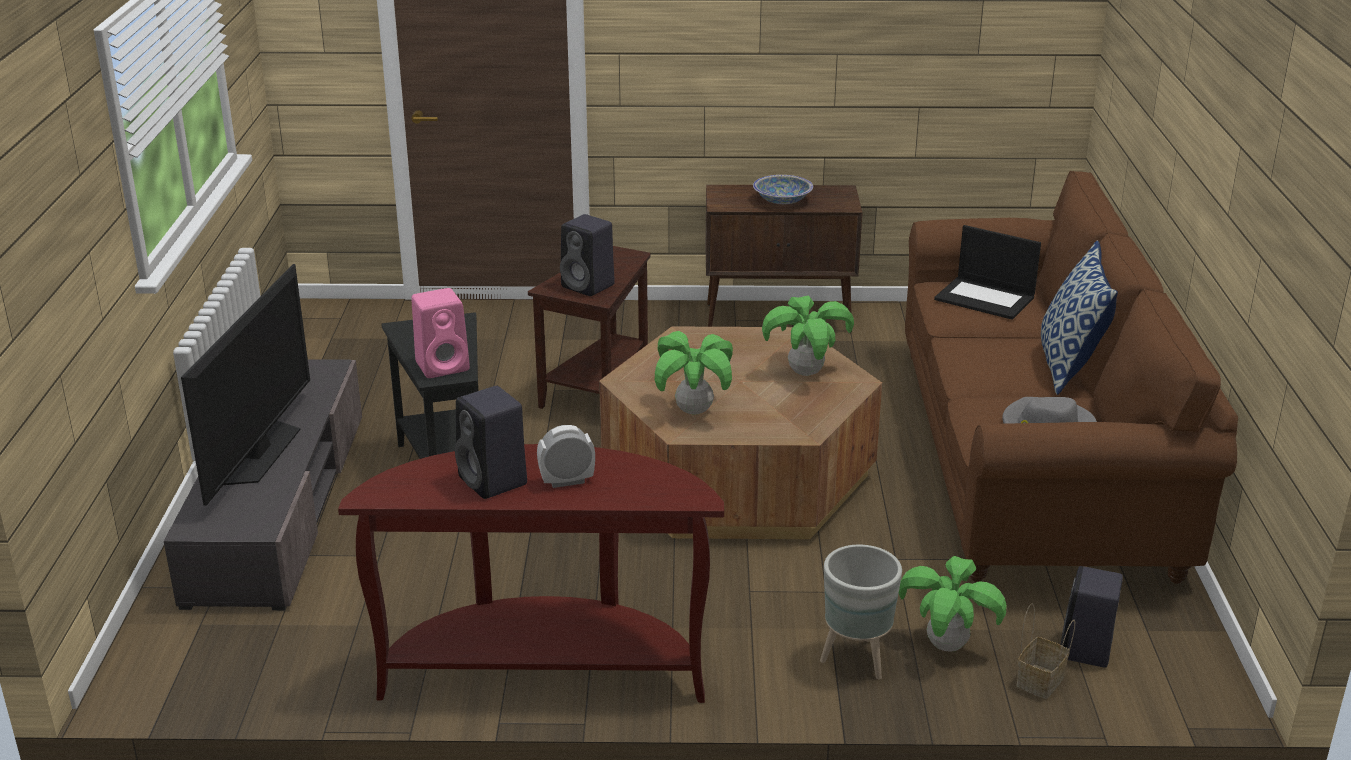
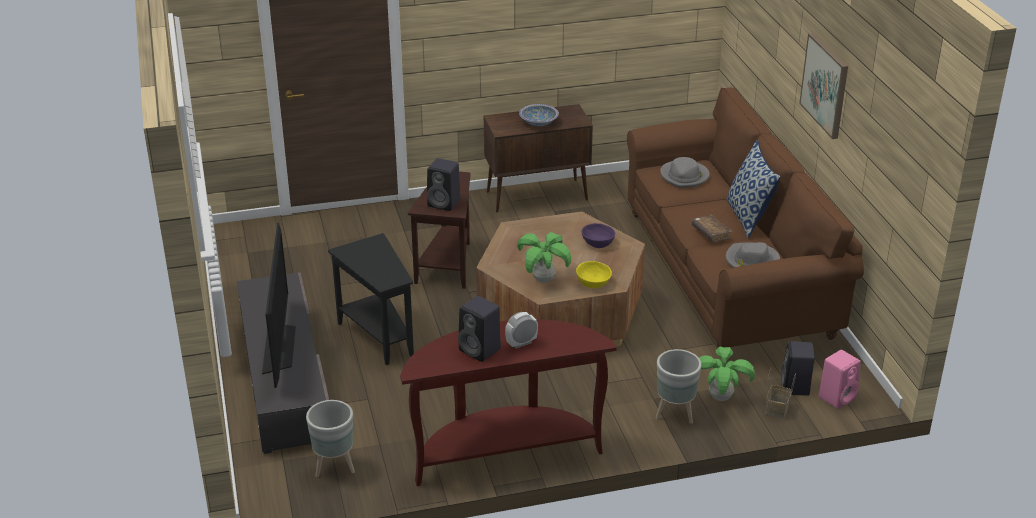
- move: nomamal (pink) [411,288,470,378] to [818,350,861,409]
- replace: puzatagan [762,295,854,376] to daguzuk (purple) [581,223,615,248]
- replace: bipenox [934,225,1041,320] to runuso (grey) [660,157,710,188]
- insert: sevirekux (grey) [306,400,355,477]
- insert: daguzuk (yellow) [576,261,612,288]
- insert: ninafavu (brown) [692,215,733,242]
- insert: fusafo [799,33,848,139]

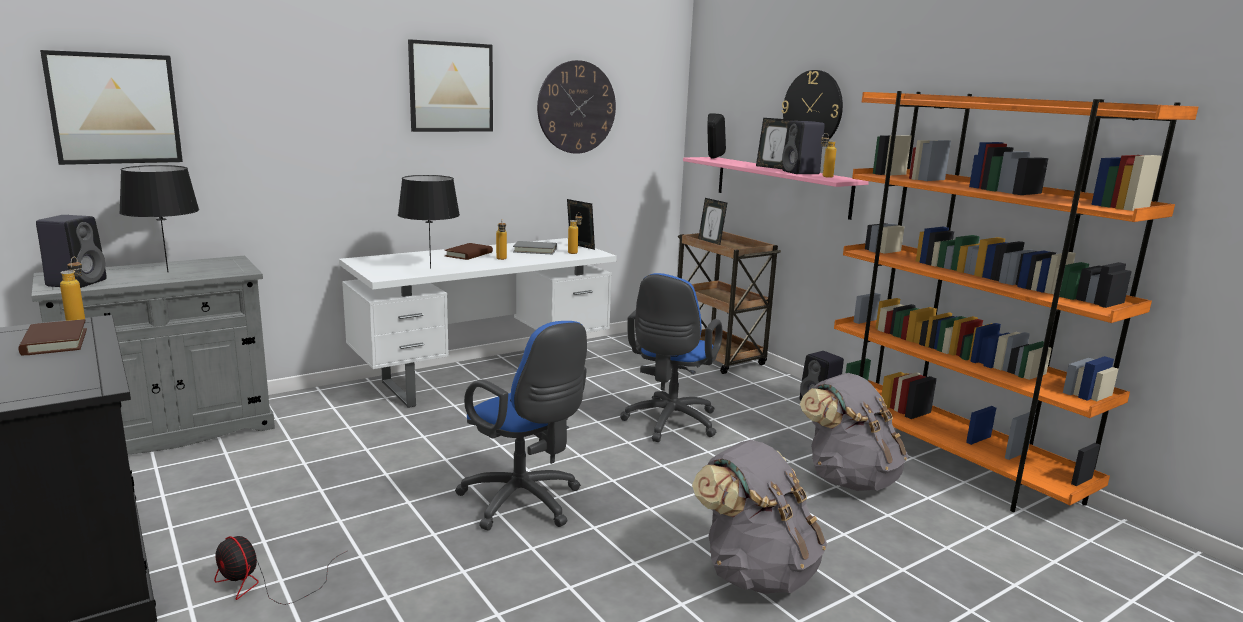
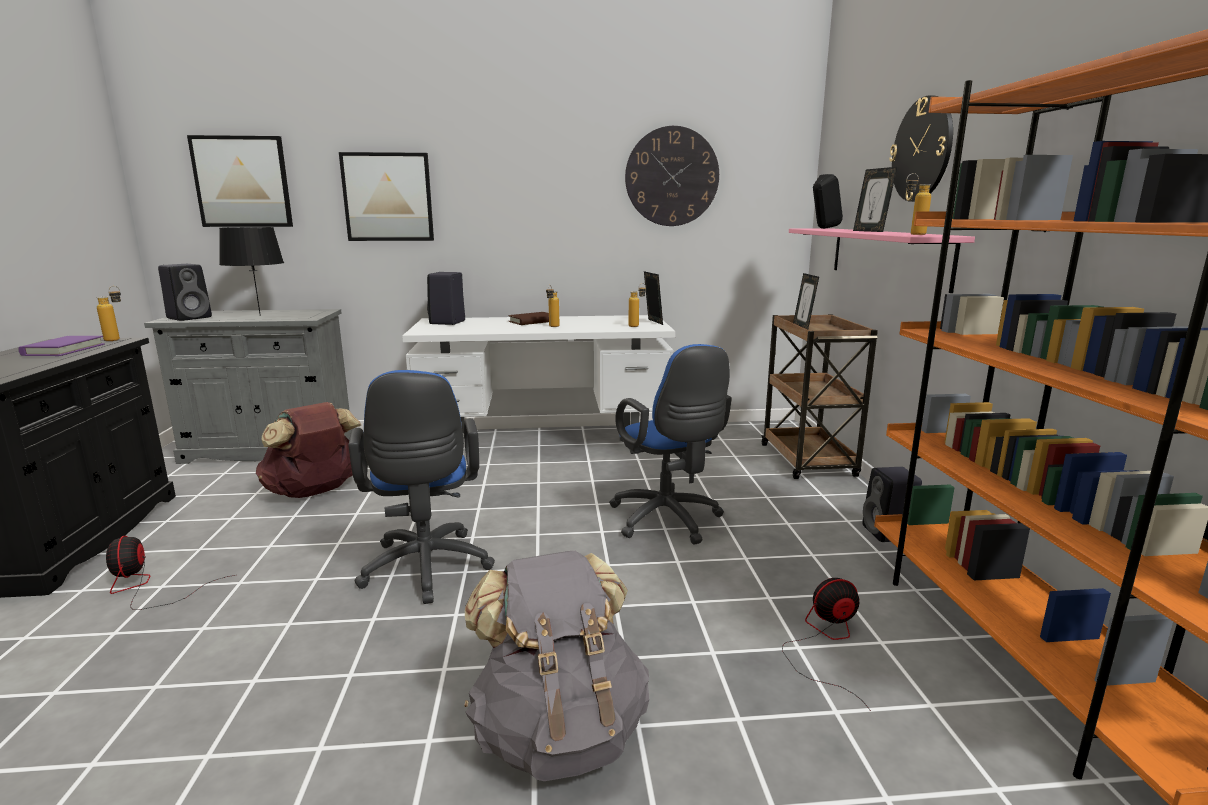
- recolor: ninafavu (brown) [18,319,87,356] to ninafavu (purple) [19,336,105,356]
- delete: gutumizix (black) [398,175,460,268]
- move: fusafo [408,39,493,132] to [339,152,434,241]
- delete: ninafavu (grey) [513,241,557,254]
- rotate: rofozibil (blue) [620,273,722,442] = [609,344,732,545] 75 degrees counterclockwise
- move: nomamal (black) [782,121,825,174] to [427,272,465,325]
- replace: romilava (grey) [800,373,908,491] to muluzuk [782,578,871,711]
- insert: romilava (brown) [256,402,361,498]

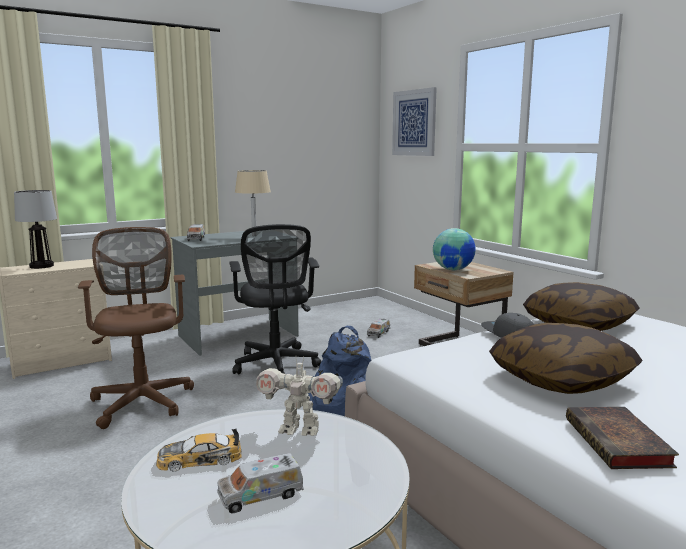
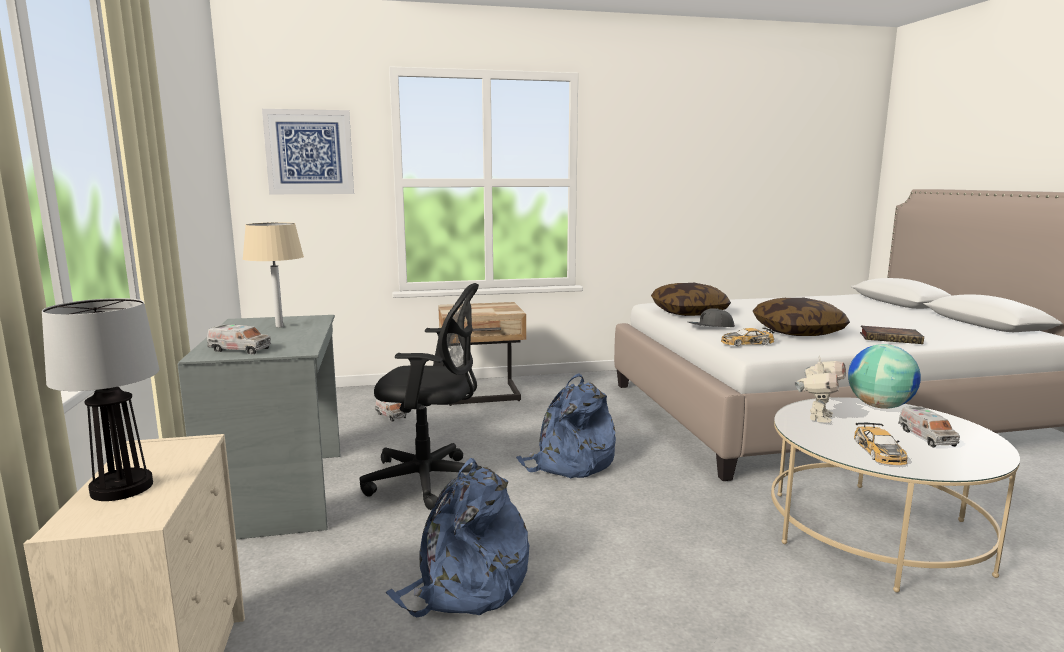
- replace: rofozibil (brown) [78,227,194,429] to romilava (blue) [386,458,529,617]
- move: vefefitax [433,228,476,270] to [848,344,921,409]
- insert: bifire [721,328,774,346]

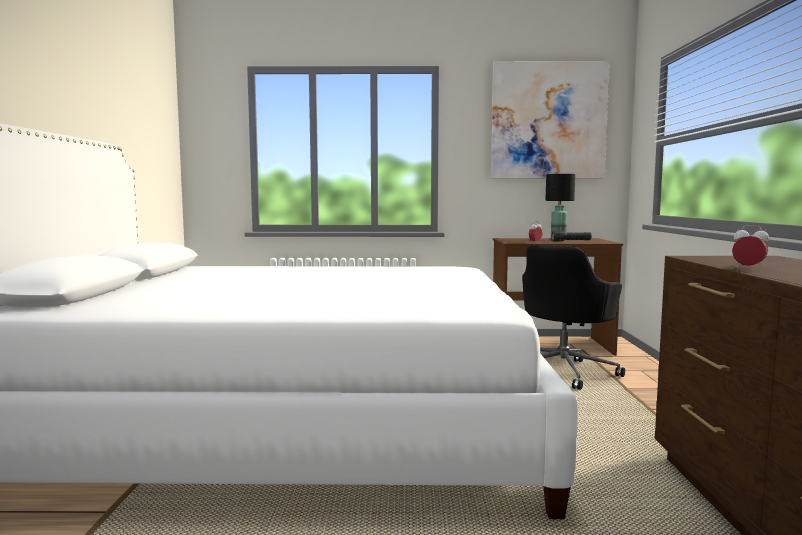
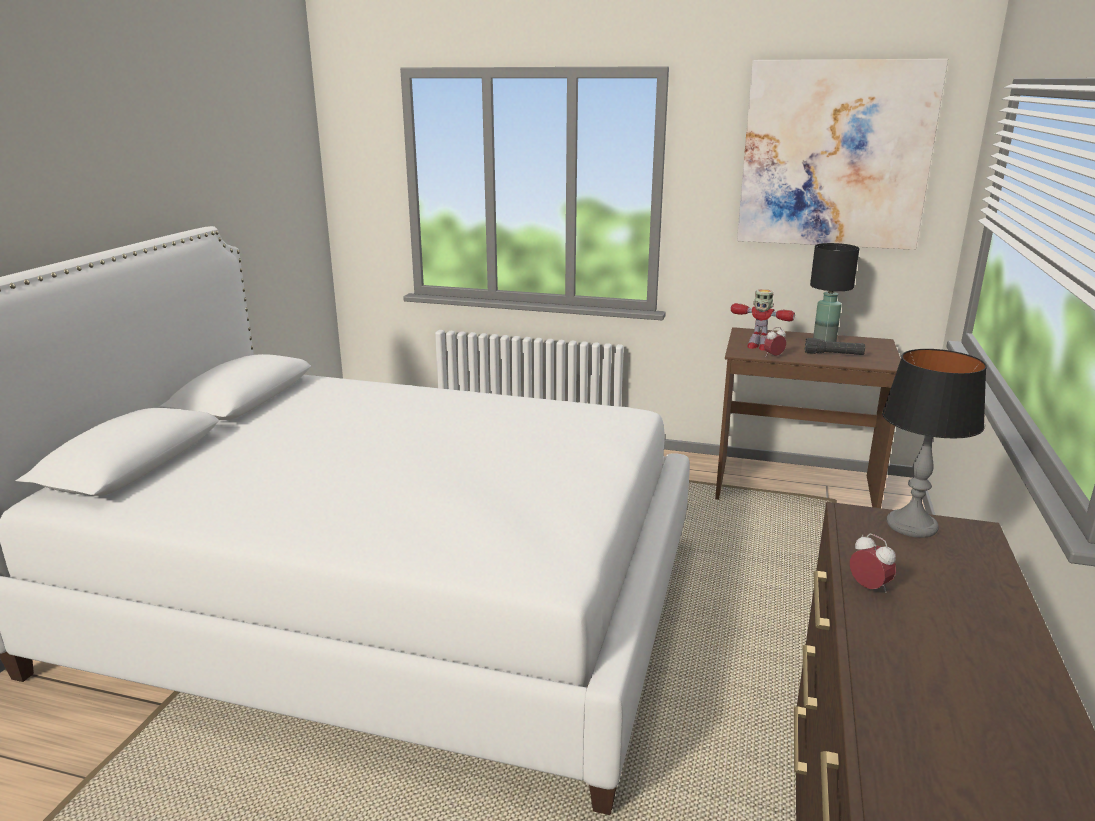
- delete: rofozibil (black) [522,244,625,390]
- insert: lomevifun [731,289,795,351]
- insert: gutumizix [882,349,987,538]

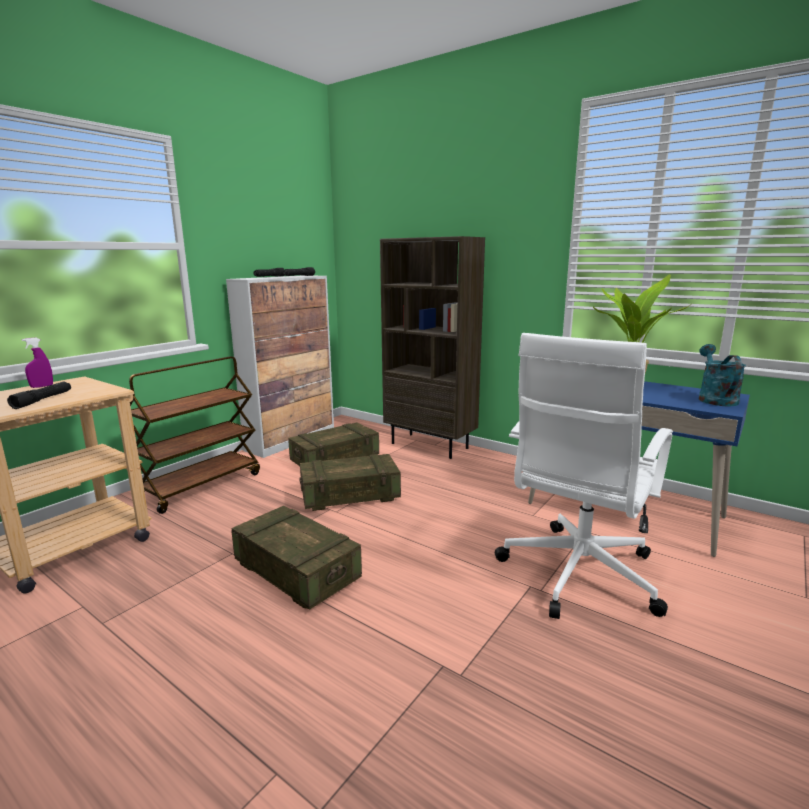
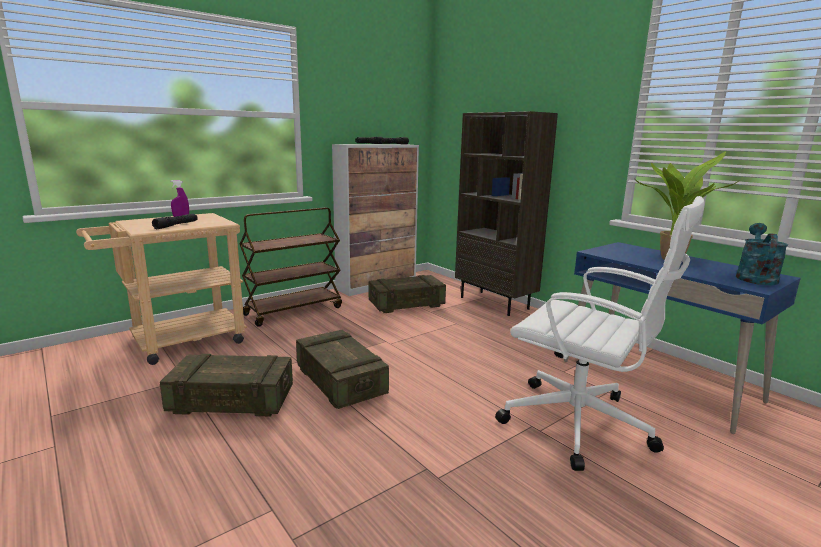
- move: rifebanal [299,454,401,511] to [160,354,293,417]
- rotate: rofozibil (white) [495,333,673,619] = [495,196,705,471] 105 degrees counterclockwise

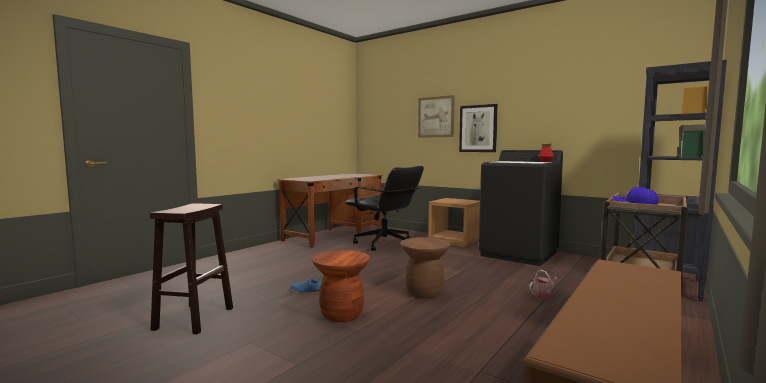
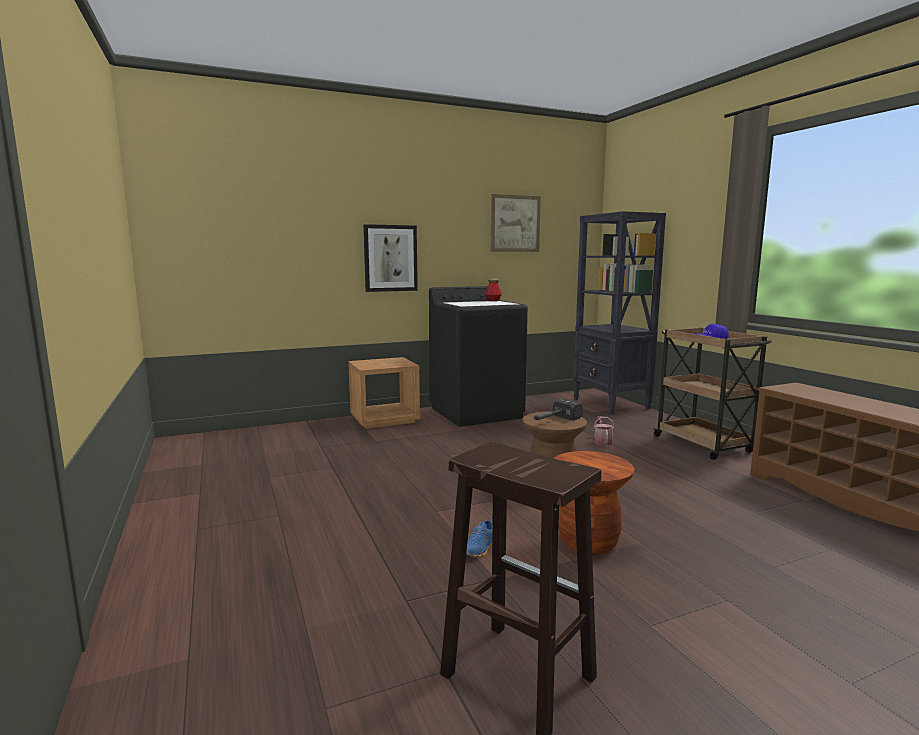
- delete: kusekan [277,173,383,248]
- delete: rofozibil (black) [345,166,424,251]
- move: fusafo [418,95,455,138] to [491,194,541,252]
- insert: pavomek [532,399,583,420]

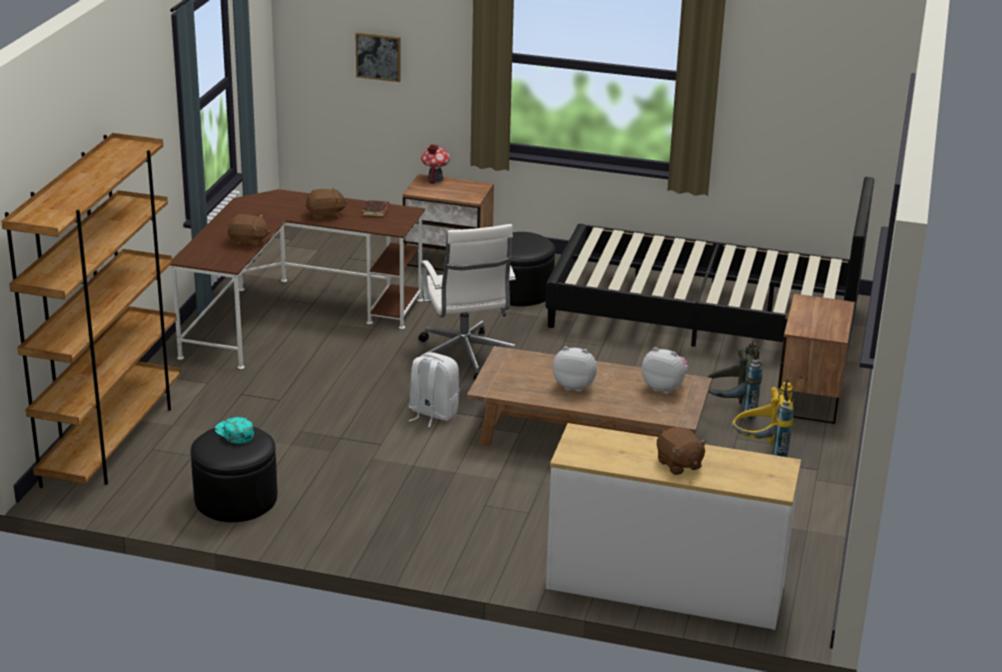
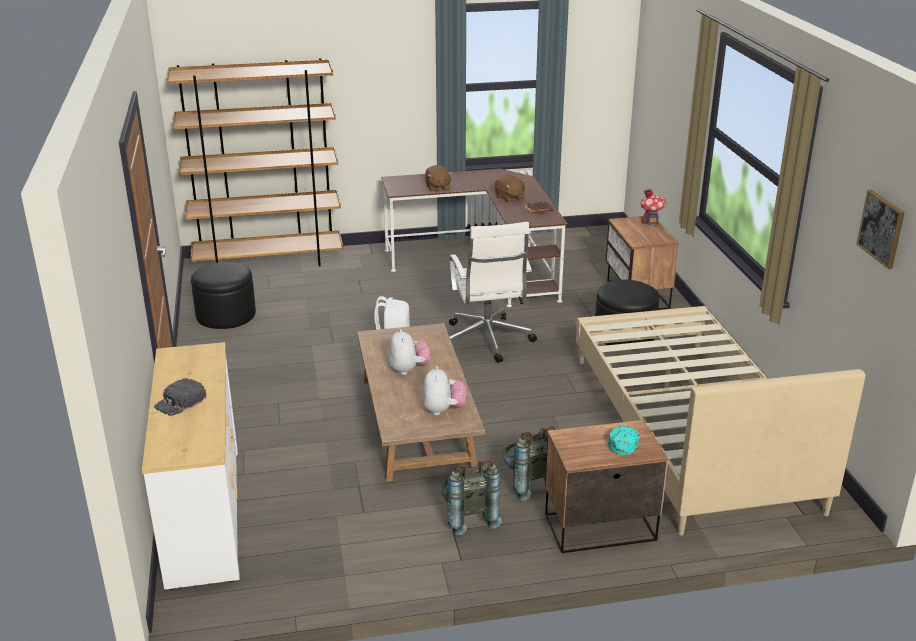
- move: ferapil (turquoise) [215,417,254,444] to [608,426,640,455]
- move: fusafo [355,33,401,82] to [857,190,905,269]
- rotate: rofozibil (white) [418,224,516,380] = [449,222,537,363] 60 degrees counterclockwise
- recolor: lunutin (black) [545,177,874,350] to lunutin (beige) [576,306,865,536]
- replace: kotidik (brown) [657,427,707,475] to ferapil (black) [154,378,207,416]
- recolor: romilava (yellow) [732,379,794,457] to romilava (grey) [441,460,502,536]

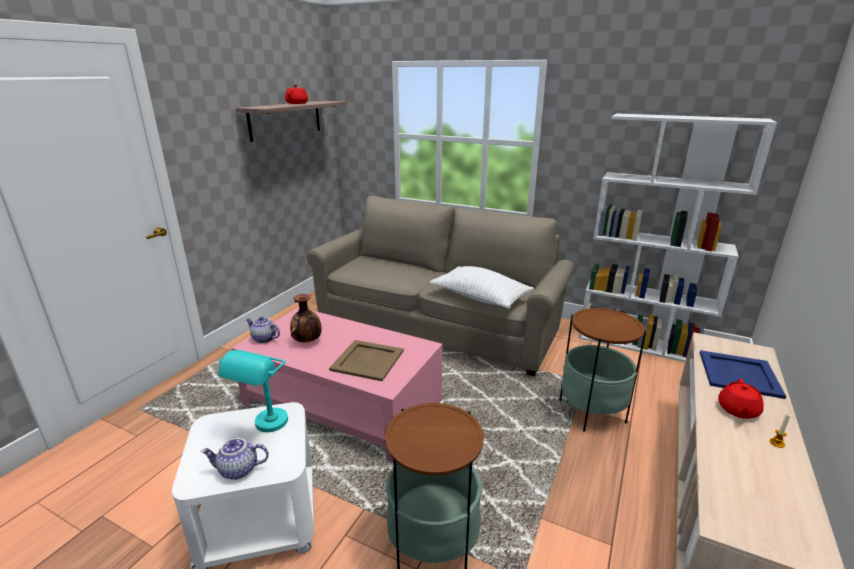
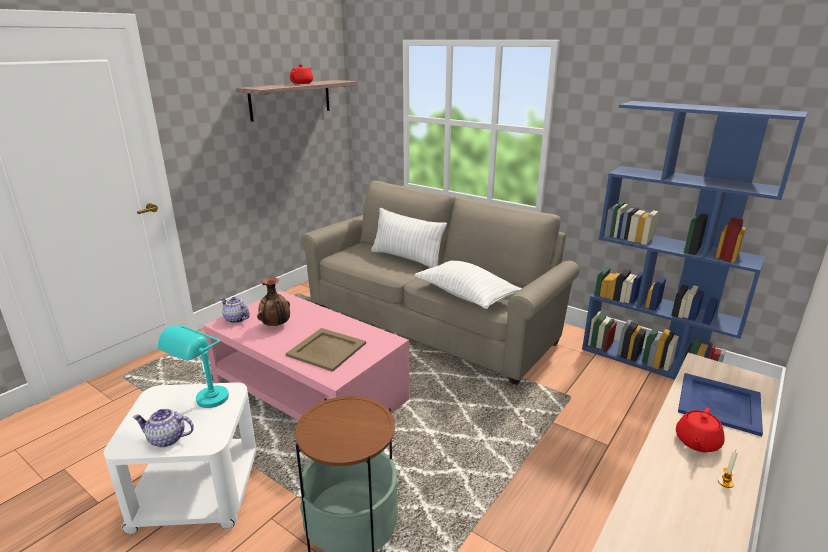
- delete: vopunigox [559,308,646,432]
- recolor: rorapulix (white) [578,113,777,362] to rorapulix (blue) [582,101,808,380]
- insert: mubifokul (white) [371,208,447,268]

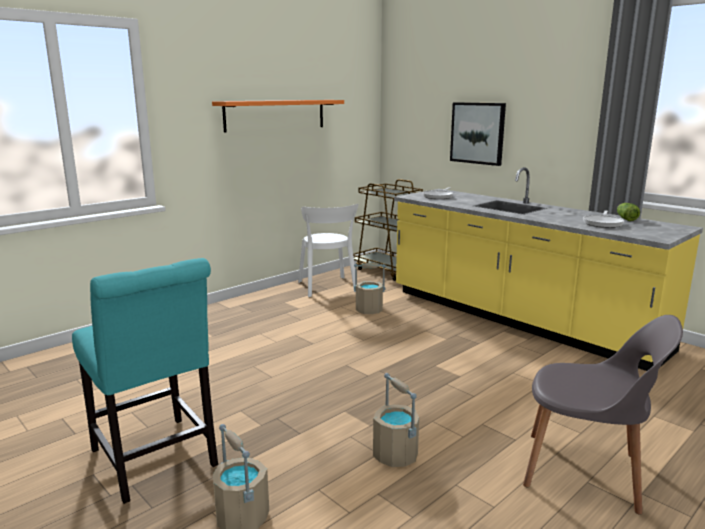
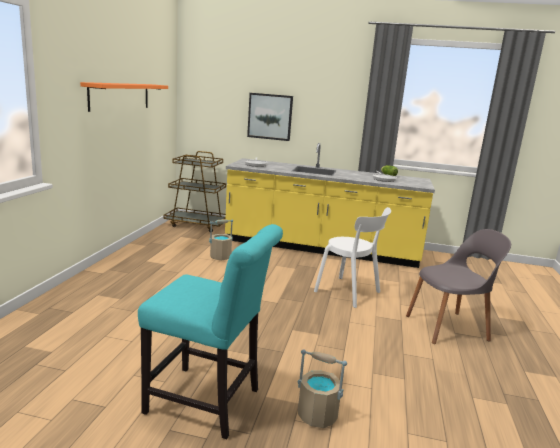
- move: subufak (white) [298,204,359,297] to [314,207,391,308]
- delete: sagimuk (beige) [373,373,419,467]

